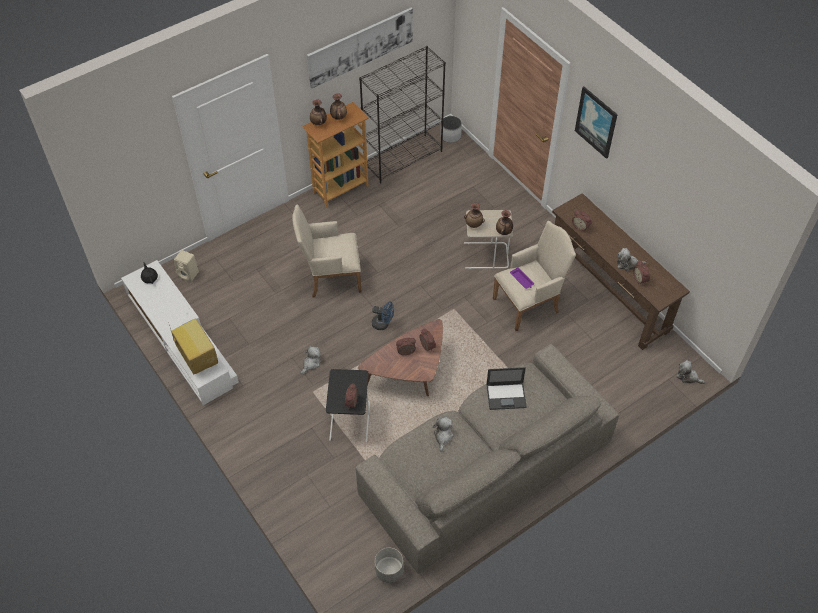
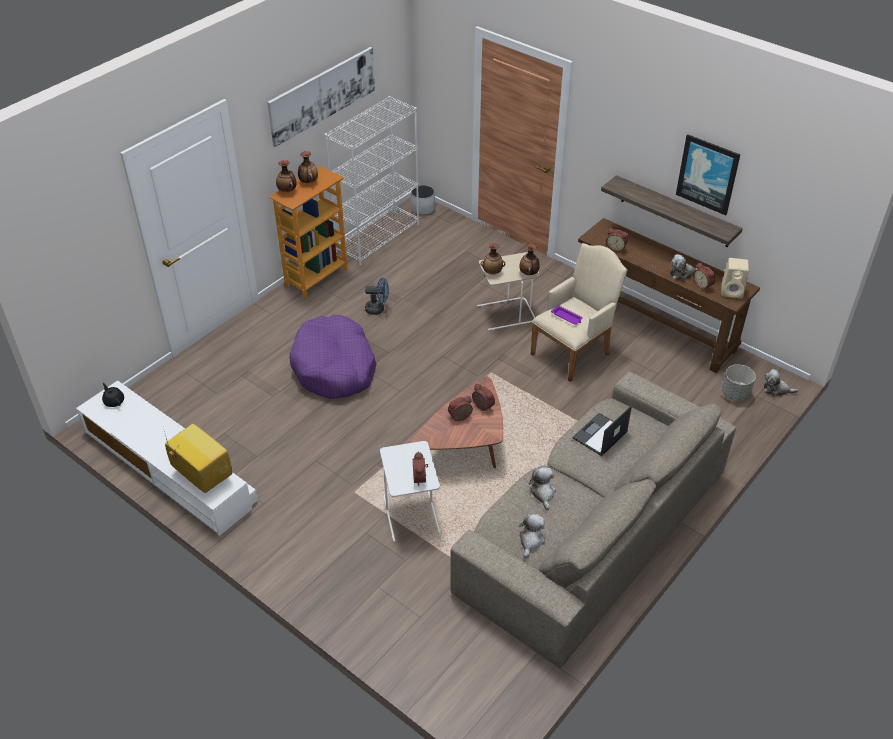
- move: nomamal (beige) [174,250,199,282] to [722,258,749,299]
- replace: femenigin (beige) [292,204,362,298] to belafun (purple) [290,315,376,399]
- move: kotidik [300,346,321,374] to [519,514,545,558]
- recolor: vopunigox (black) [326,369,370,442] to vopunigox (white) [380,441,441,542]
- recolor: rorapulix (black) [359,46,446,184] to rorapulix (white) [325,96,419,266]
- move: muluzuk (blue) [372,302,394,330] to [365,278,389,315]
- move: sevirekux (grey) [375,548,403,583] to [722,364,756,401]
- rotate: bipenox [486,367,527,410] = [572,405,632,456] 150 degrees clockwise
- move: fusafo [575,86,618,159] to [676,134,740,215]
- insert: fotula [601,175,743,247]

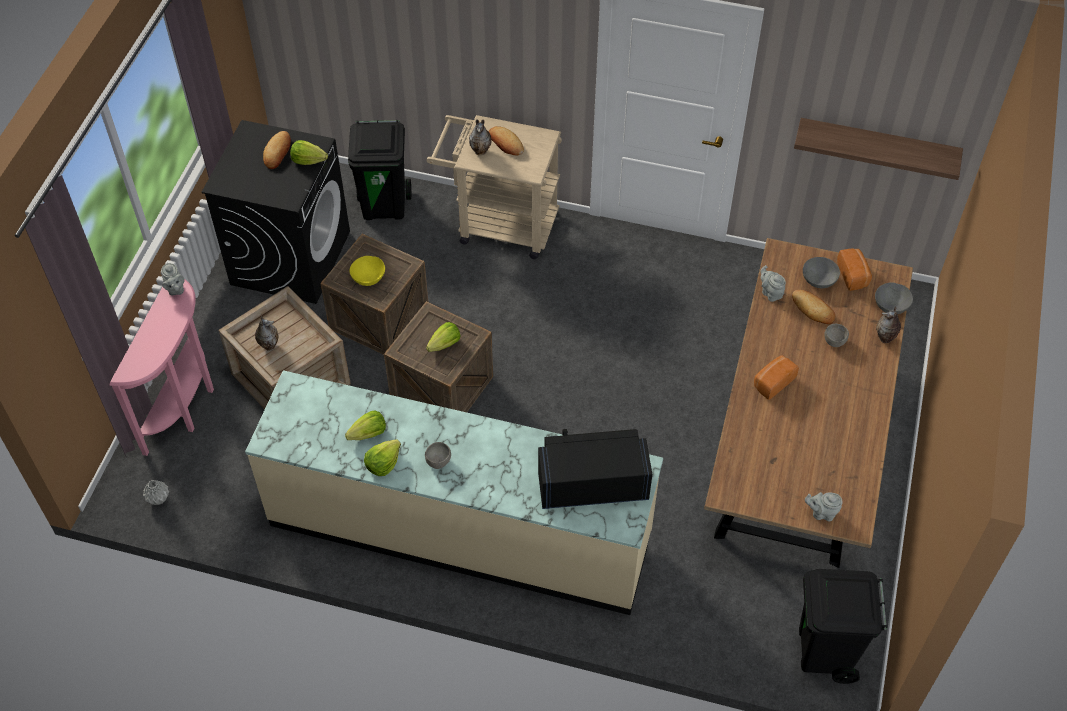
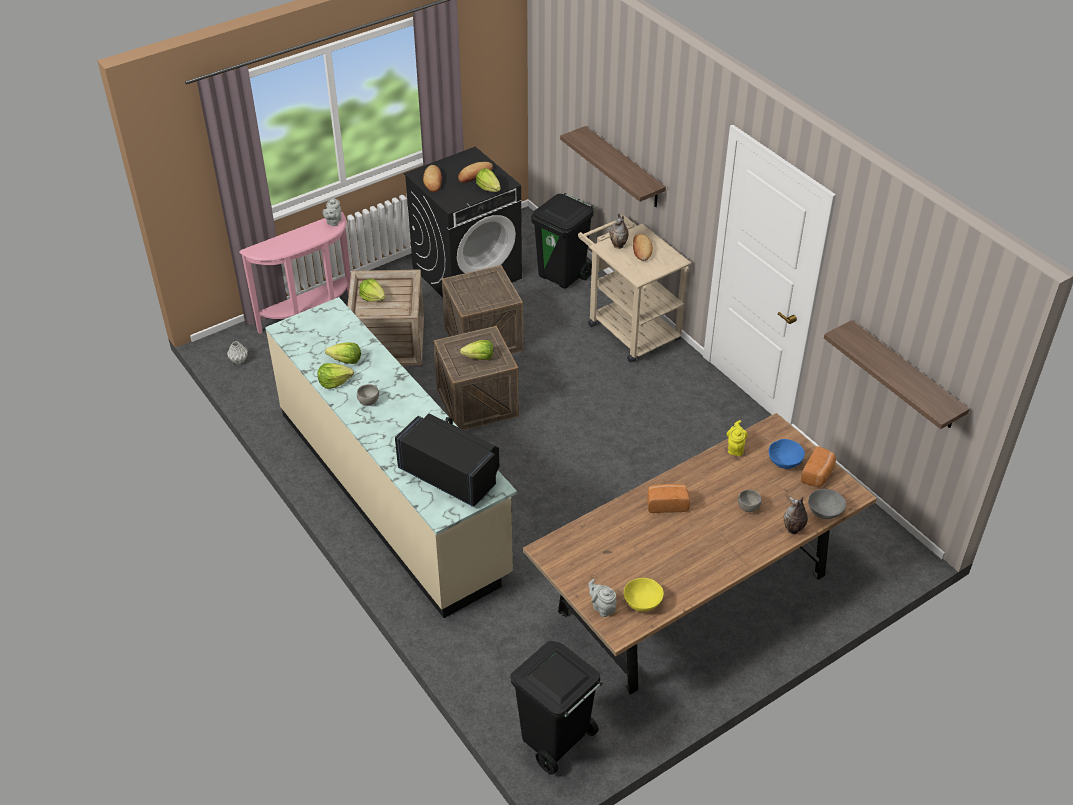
- replace: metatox [255,315,279,351] to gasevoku [359,279,386,302]
- move: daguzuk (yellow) [350,256,385,286] to [624,578,664,612]
- recolor: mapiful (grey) [761,265,786,302] to mapiful (yellow) [727,420,748,456]
- move: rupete [792,290,835,324] to [423,165,442,192]
- recolor: daguzuk (grey) [803,257,840,288] to daguzuk (blue) [769,439,805,469]
- insert: fotula [560,126,666,207]

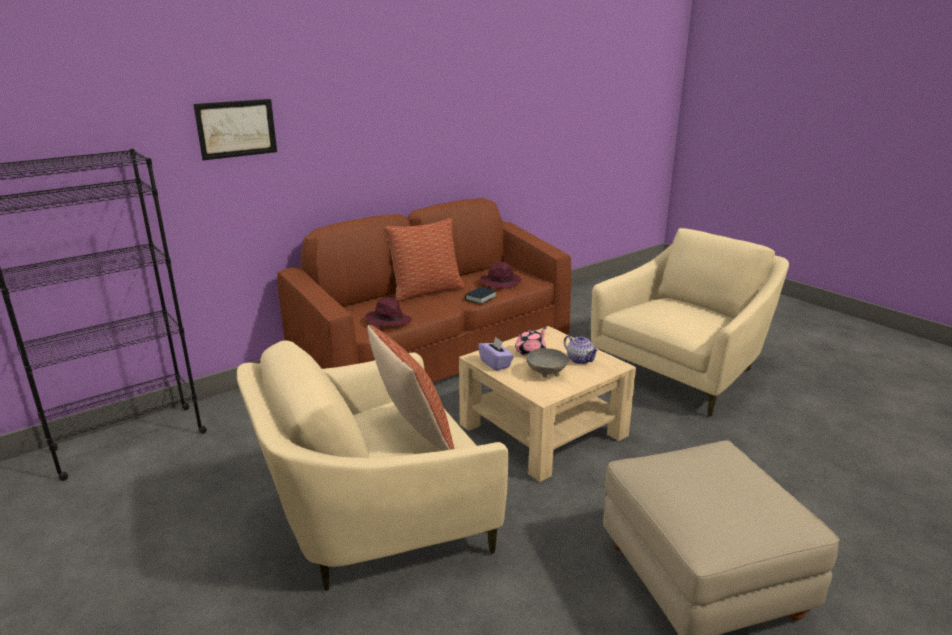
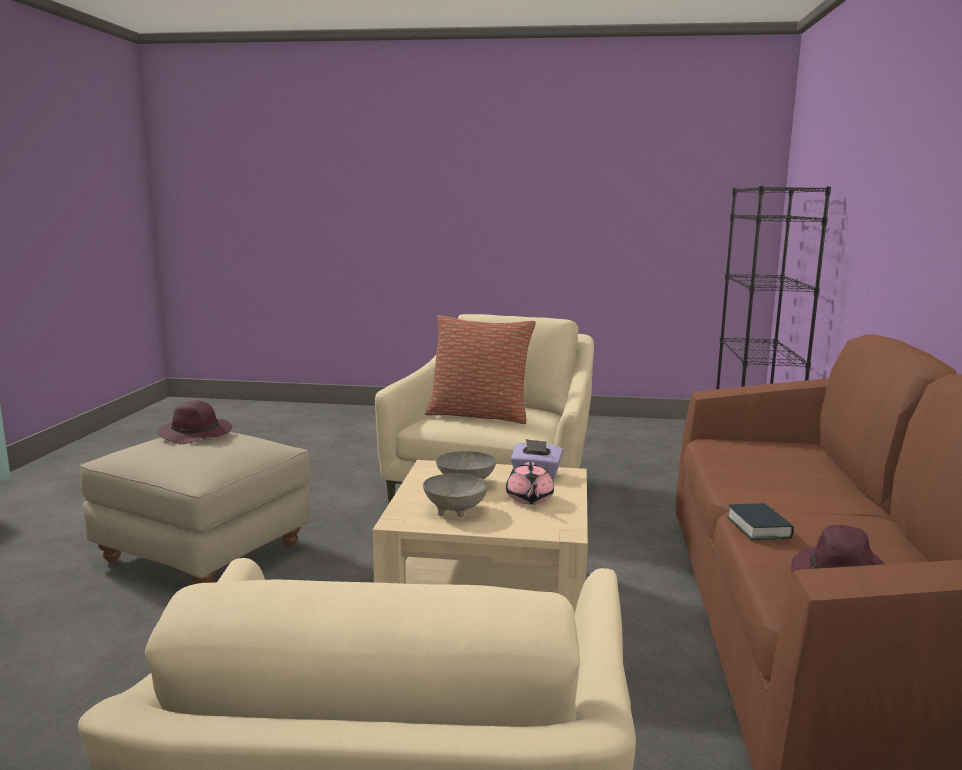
- delete: fusafo [193,99,277,160]
- move: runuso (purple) [365,297,411,327] to [158,400,232,444]
- delete: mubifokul [384,218,465,301]
- replace: mapiful [564,335,599,364] to daguzuk (grey) [423,473,488,517]

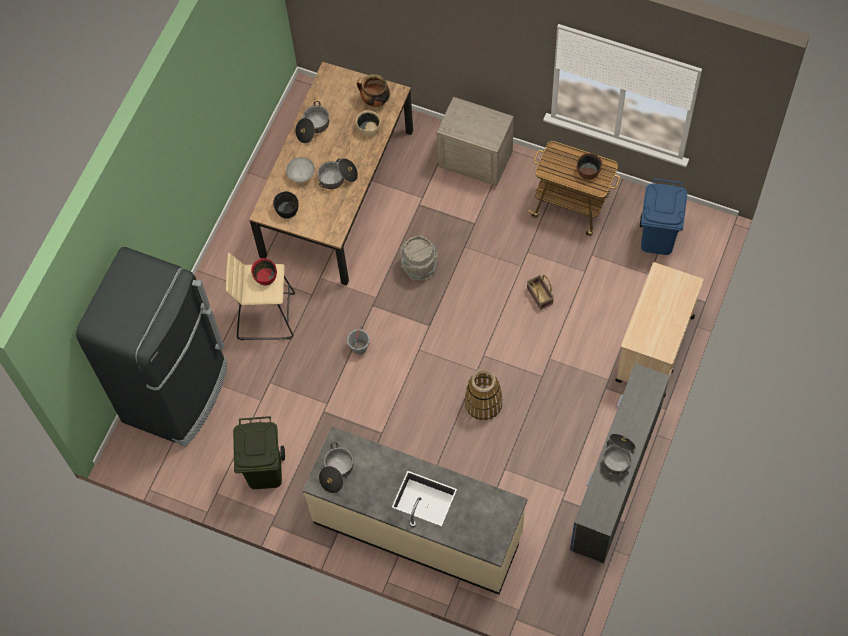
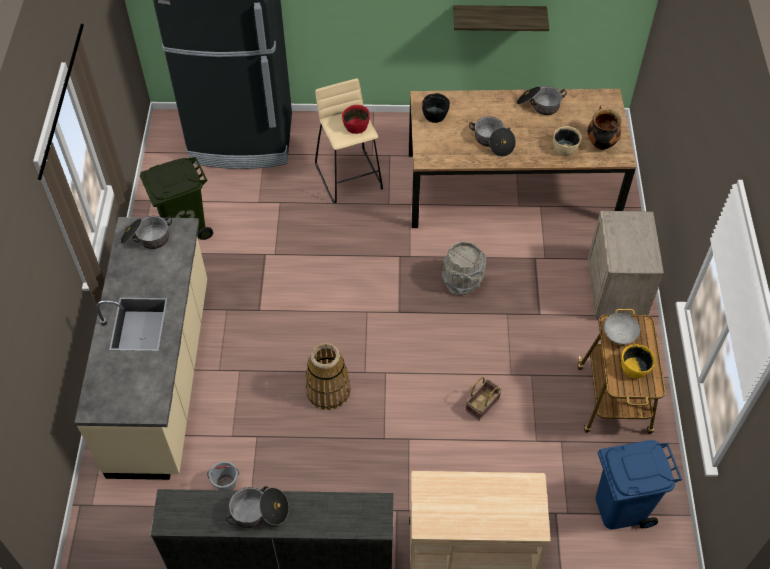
- move: daguzuk (grey) [286,157,315,183] to [603,313,640,345]
- move: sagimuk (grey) [347,326,370,354] to [207,461,239,490]
- recolor: daguzuk (brown) [577,153,602,180] to daguzuk (yellow) [621,344,655,378]
- insert: fotula [453,5,549,31]

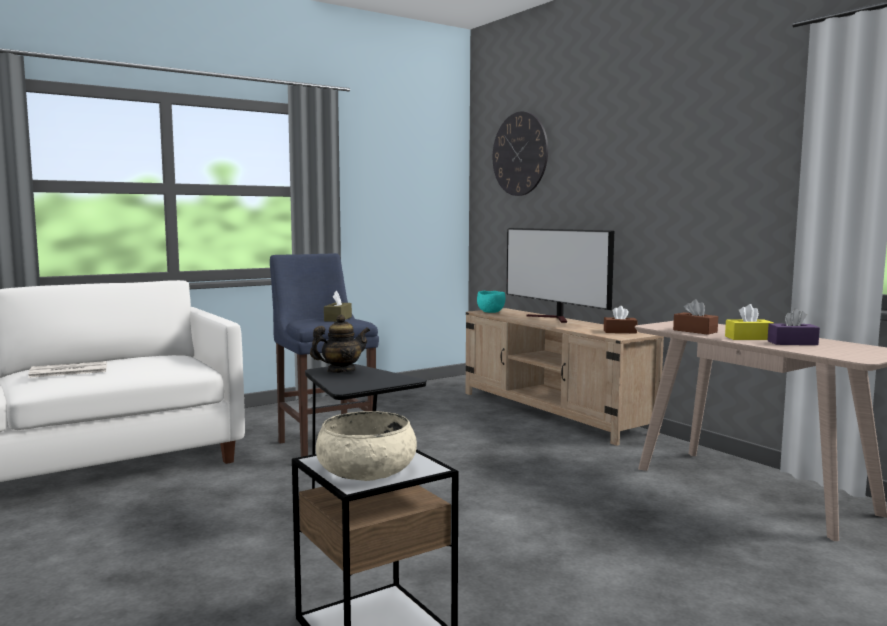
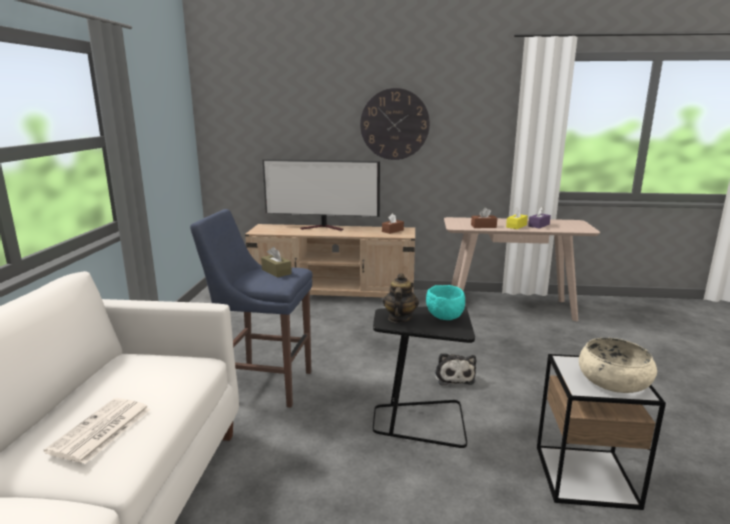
- move: daguzuk (turquoise) [477,291,506,313] to [426,285,465,320]
- move: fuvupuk [493,112,548,196] to [360,88,430,160]
- insert: kotidik [435,353,476,386]

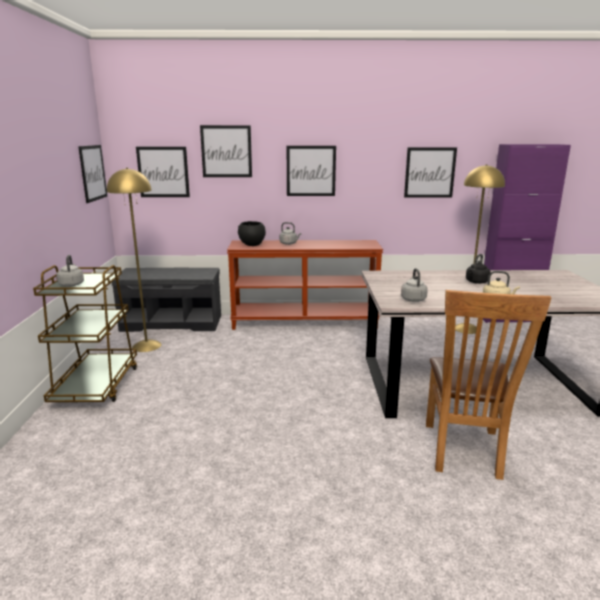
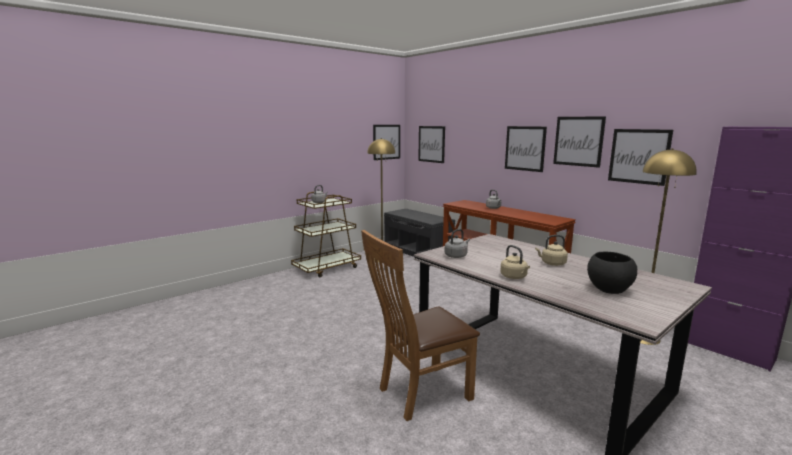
- move: fusafo [200,125,252,177] to [553,116,606,168]
- move: daguzuk (black) [238,221,266,246] to [587,252,637,294]
- recolor: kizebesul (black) [466,254,491,284] to kizebesul (beige) [535,235,568,266]

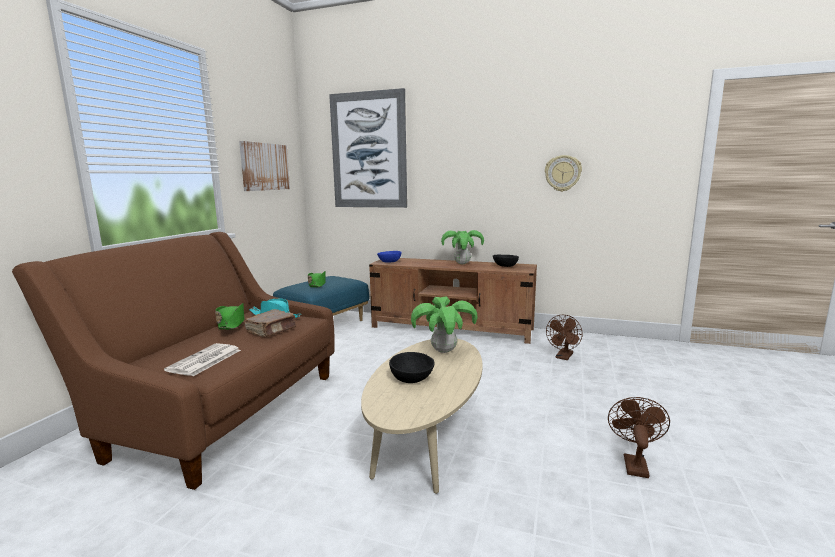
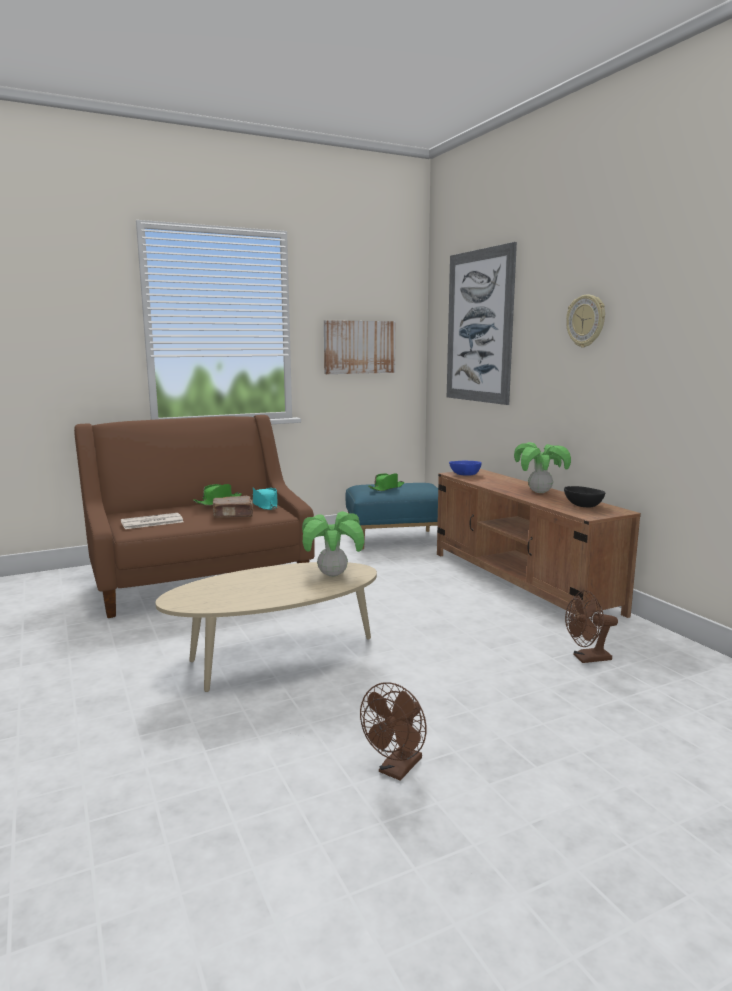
- delete: daguzuk (black) [389,352,435,383]
- move: fuvupuk [545,155,582,192] to [566,295,605,347]
- rotate: muluzuk (brown) [608,397,670,478] = [360,682,427,781] 150 degrees clockwise

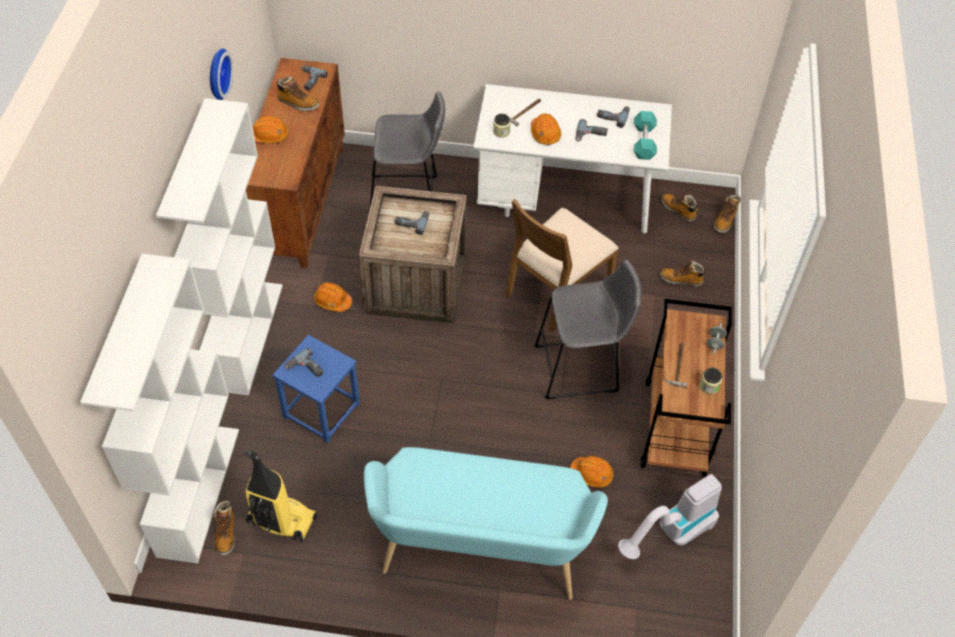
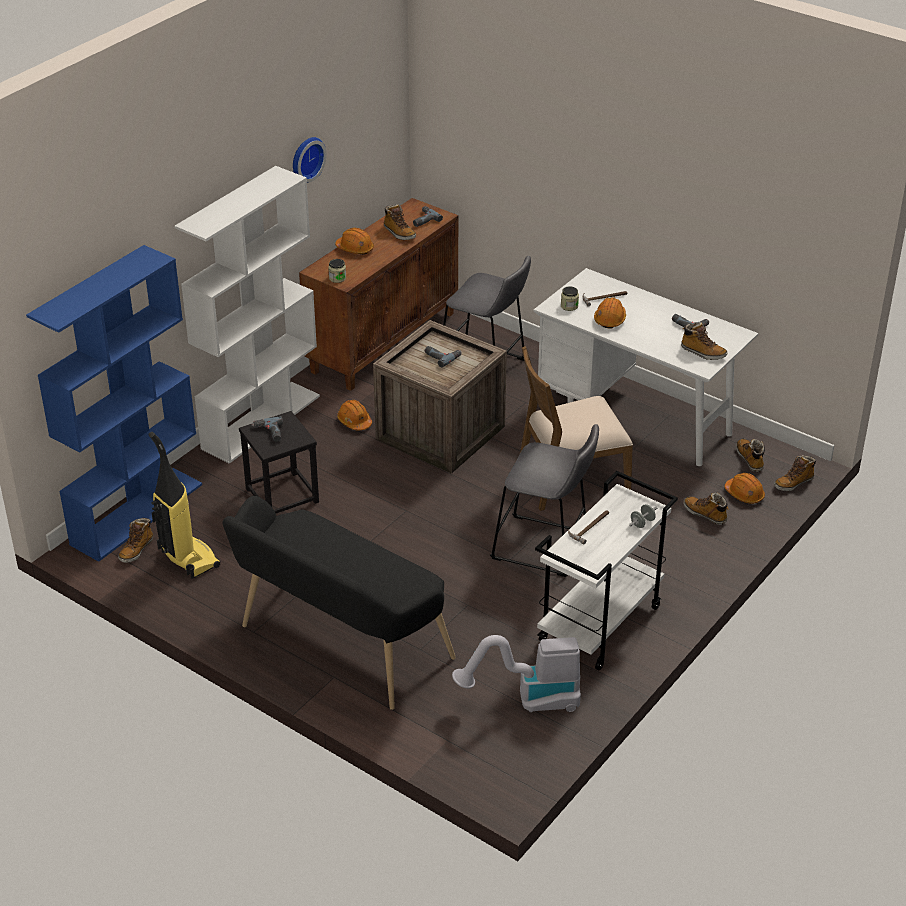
- recolor: rorapulix (white) [80,254,239,564] to rorapulix (blue) [26,245,202,562]
- recolor: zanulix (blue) [272,335,360,443] to zanulix (black) [239,411,319,513]
- recolor: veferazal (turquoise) [364,447,608,600] to veferazal (black) [223,496,456,710]
- move: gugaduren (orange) [570,456,614,488] to [724,473,765,504]
- delete: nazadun [575,119,608,142]
- replace: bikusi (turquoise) [634,111,657,160] to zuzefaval [681,322,727,360]
- recolor: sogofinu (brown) [640,299,732,476] to sogofinu (white) [535,471,678,671]
- move: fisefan [700,367,722,394] to [328,259,346,283]

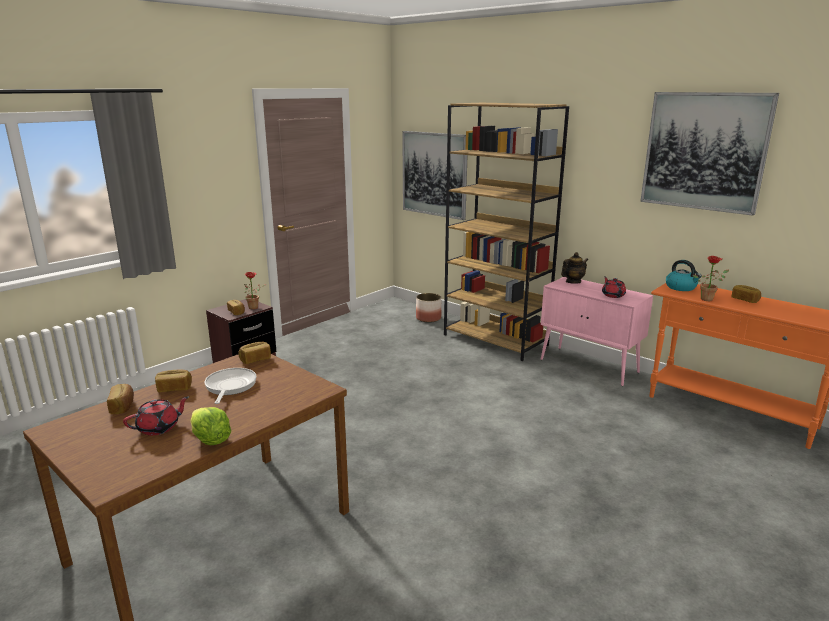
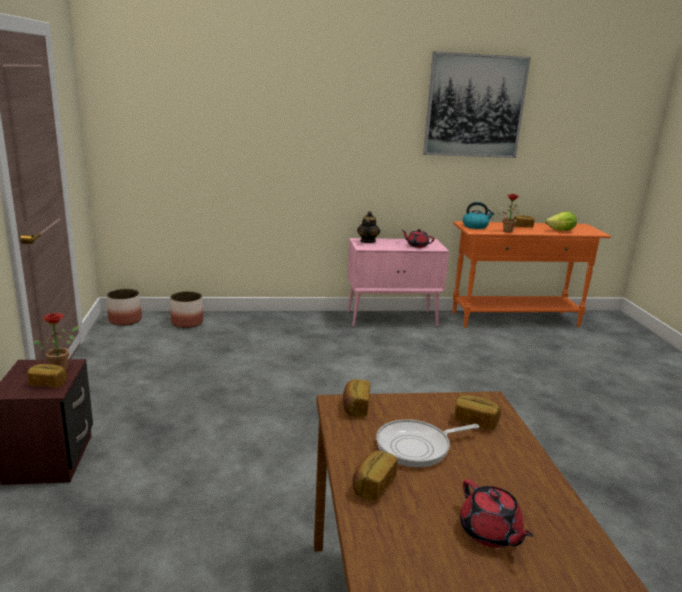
- move: rupete [107,384,134,414] to [454,395,501,430]
- rotate: mapiful (red) [123,396,189,435] = [460,479,533,547] 150 degrees clockwise
- move: gasevoku [190,407,232,445] to [545,212,577,231]
- rotate: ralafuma [205,368,257,404] = [376,419,479,467] 60 degrees counterclockwise
- delete: fusafo [402,131,467,220]
- delete: rorapulix (brown) [444,103,569,361]
- insert: sevirekux [106,289,142,326]

